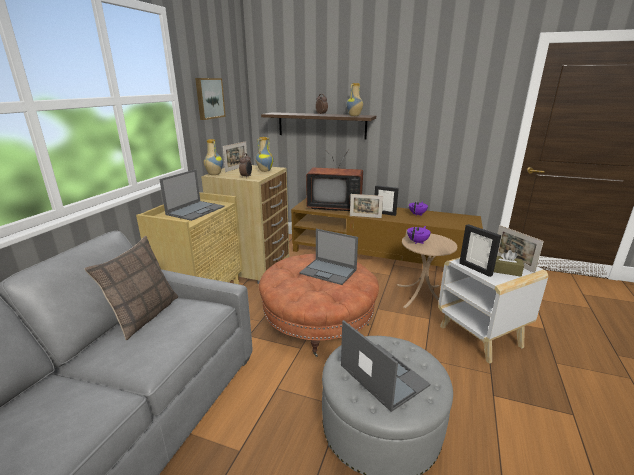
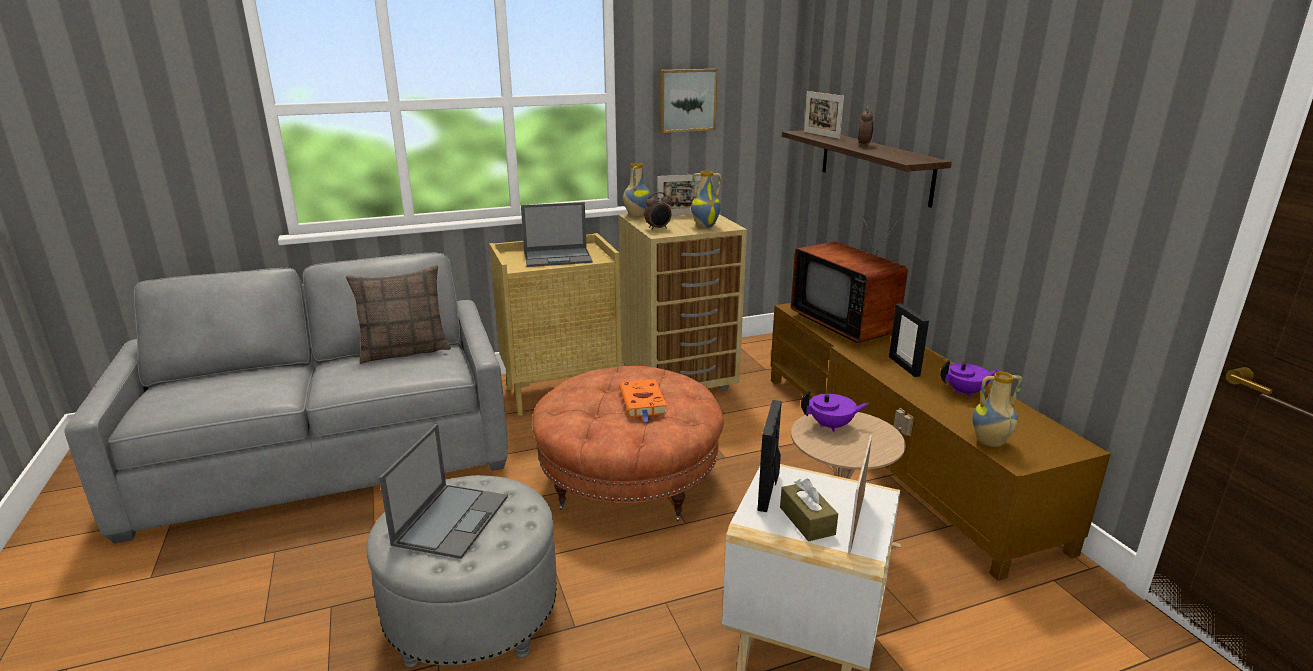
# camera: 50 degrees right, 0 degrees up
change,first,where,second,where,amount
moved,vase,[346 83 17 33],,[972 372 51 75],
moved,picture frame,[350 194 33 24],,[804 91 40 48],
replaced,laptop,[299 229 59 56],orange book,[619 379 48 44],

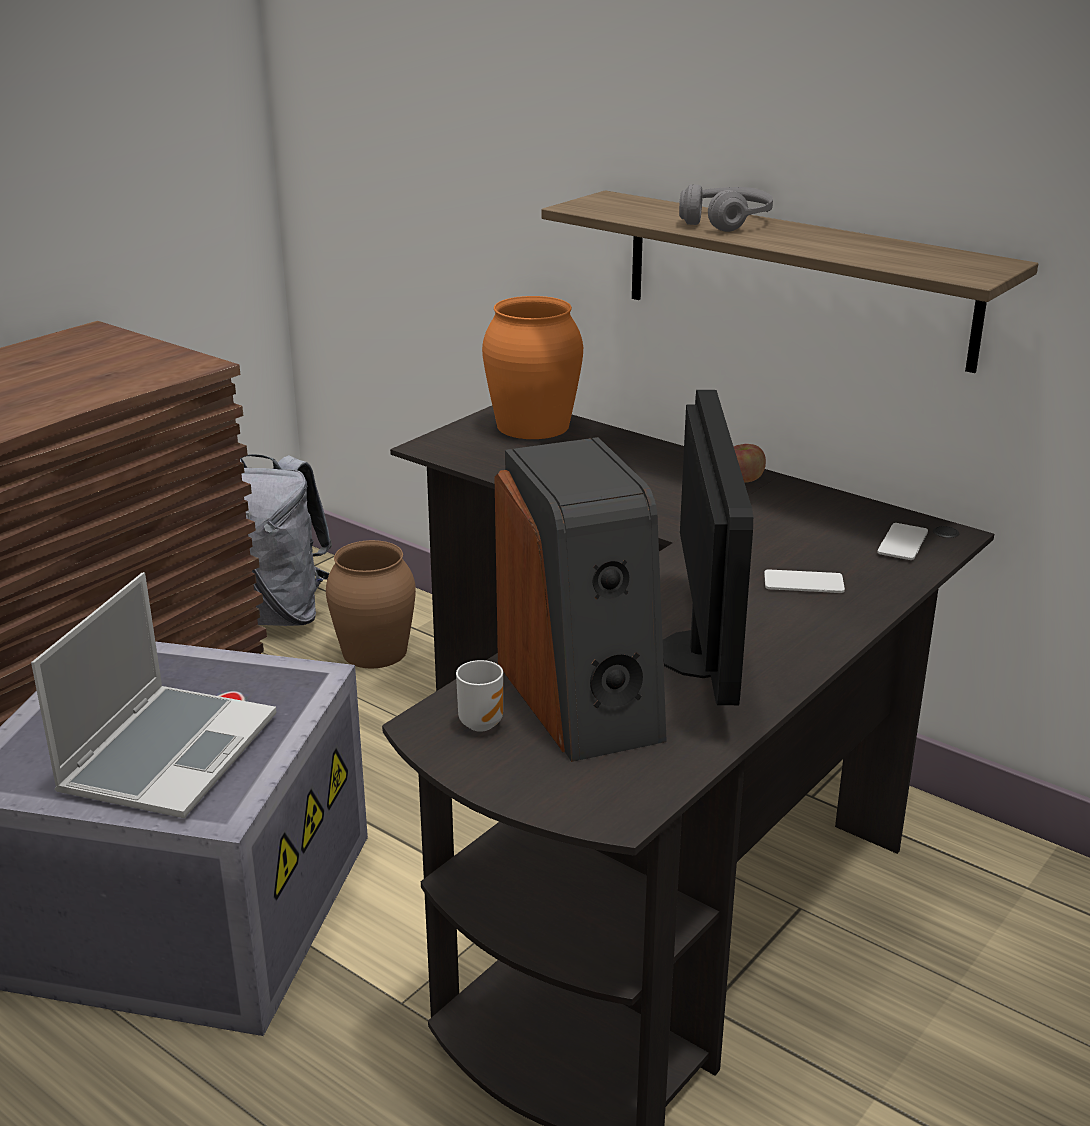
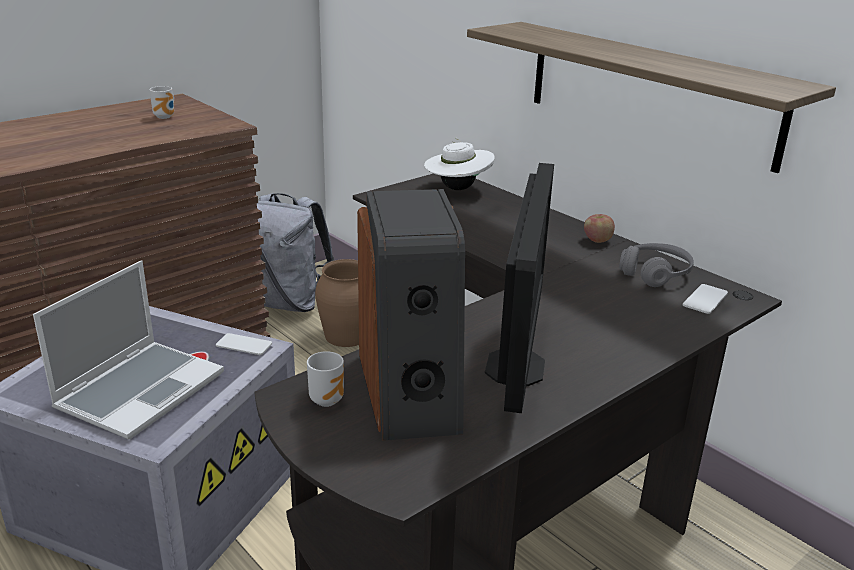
# camera: 10 degrees right, 0 degrees up
change,first,where,second,where,amount
moved,grey headphones,[679 184 94 48],,[619 243 75 44],
replaced,orange vase,[482 296 101 143],white hat,[424 137 71 53],
moved,phone,[764 569 81 24],,[216 333 56 22],
added,,,mug,[149 86 25 33],

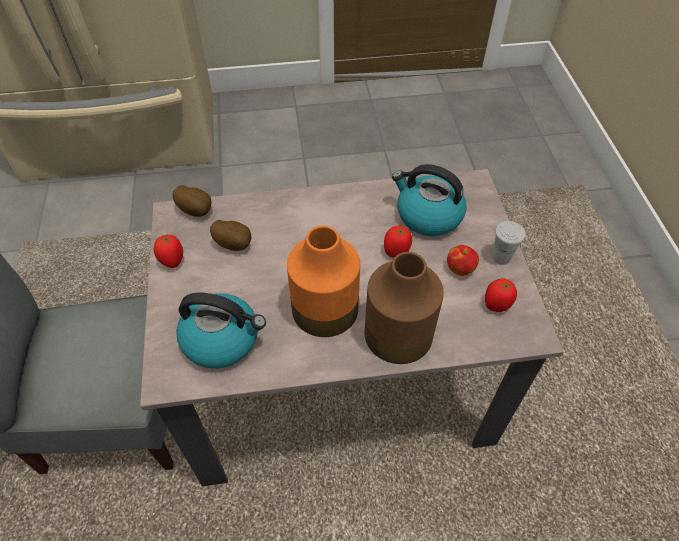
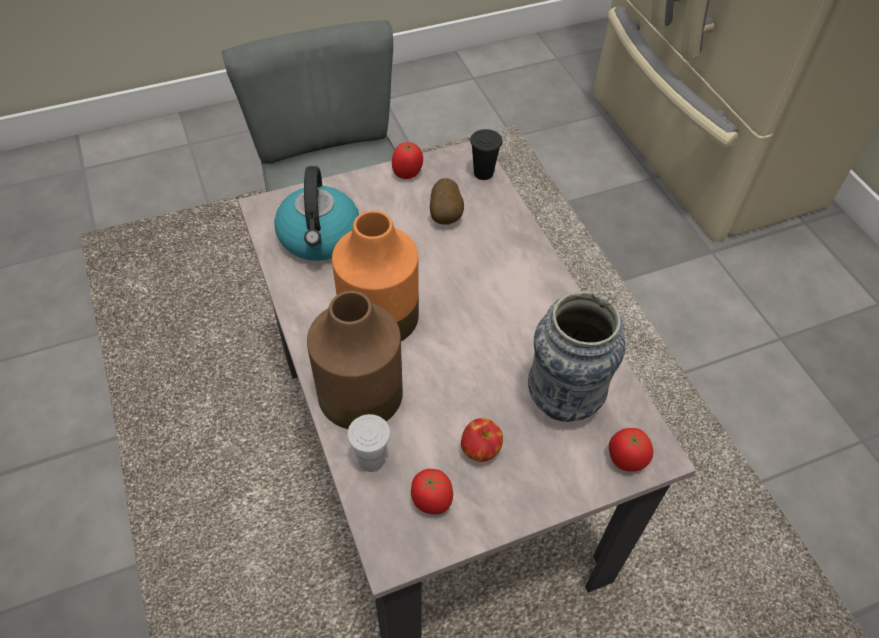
# camera: 75 degrees right, 0 degrees up
change,first,where,second,where,amount
replaced,kettle,[392 164 75 72],vase,[528 291 97 131],
replaced,potato,[173 185 39 32],black cup,[470 129 32 51],
moved,white cup,[493 221 32 44],,[347 414 43 58],
moved,tomato,[384 226 28 31],,[609 428 44 44],

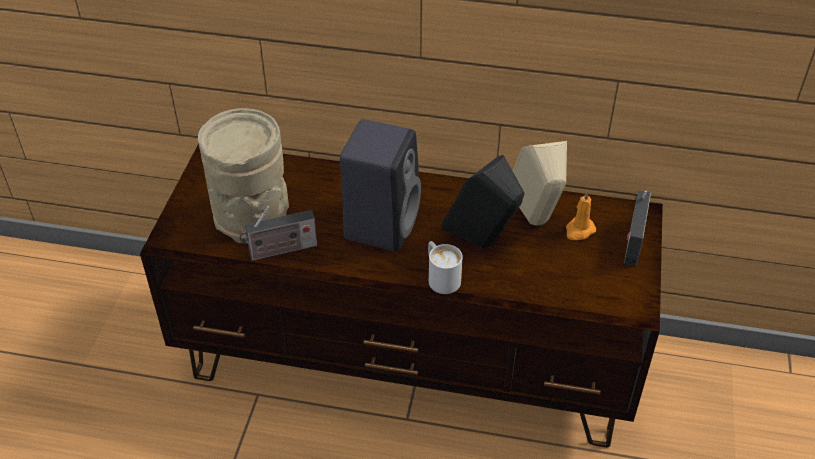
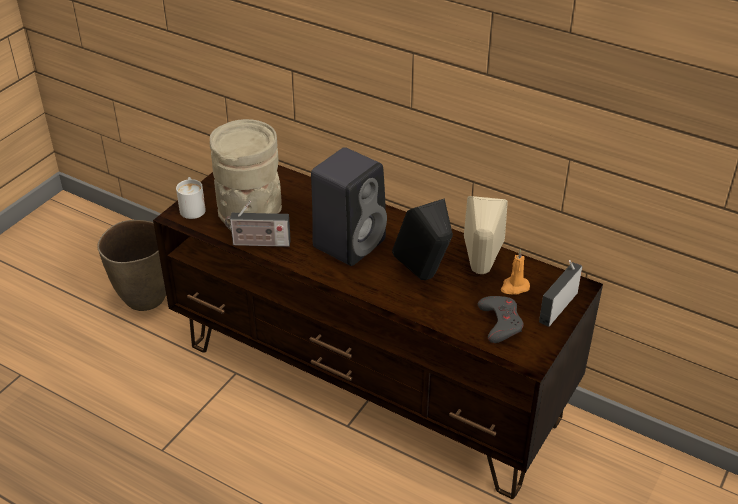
# camera: 20 degrees right, 5 degrees down
change,first,where,second,where,amount
moved,white mug,[428 241 35 53],,[176 177 30 42],
added,,,brown vase,[97 220 69 91],
added,,,grey game controller,[478 296 46 47],

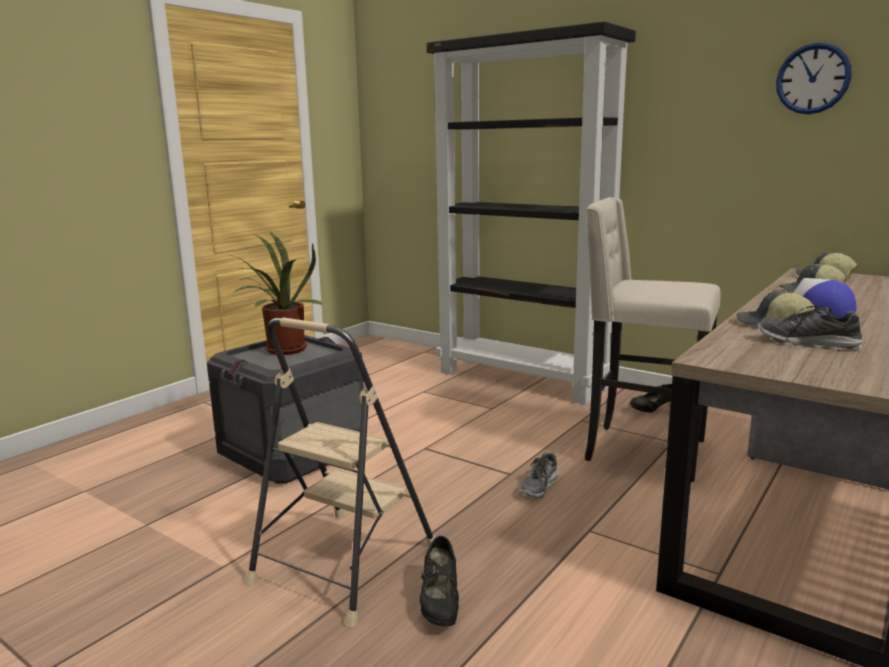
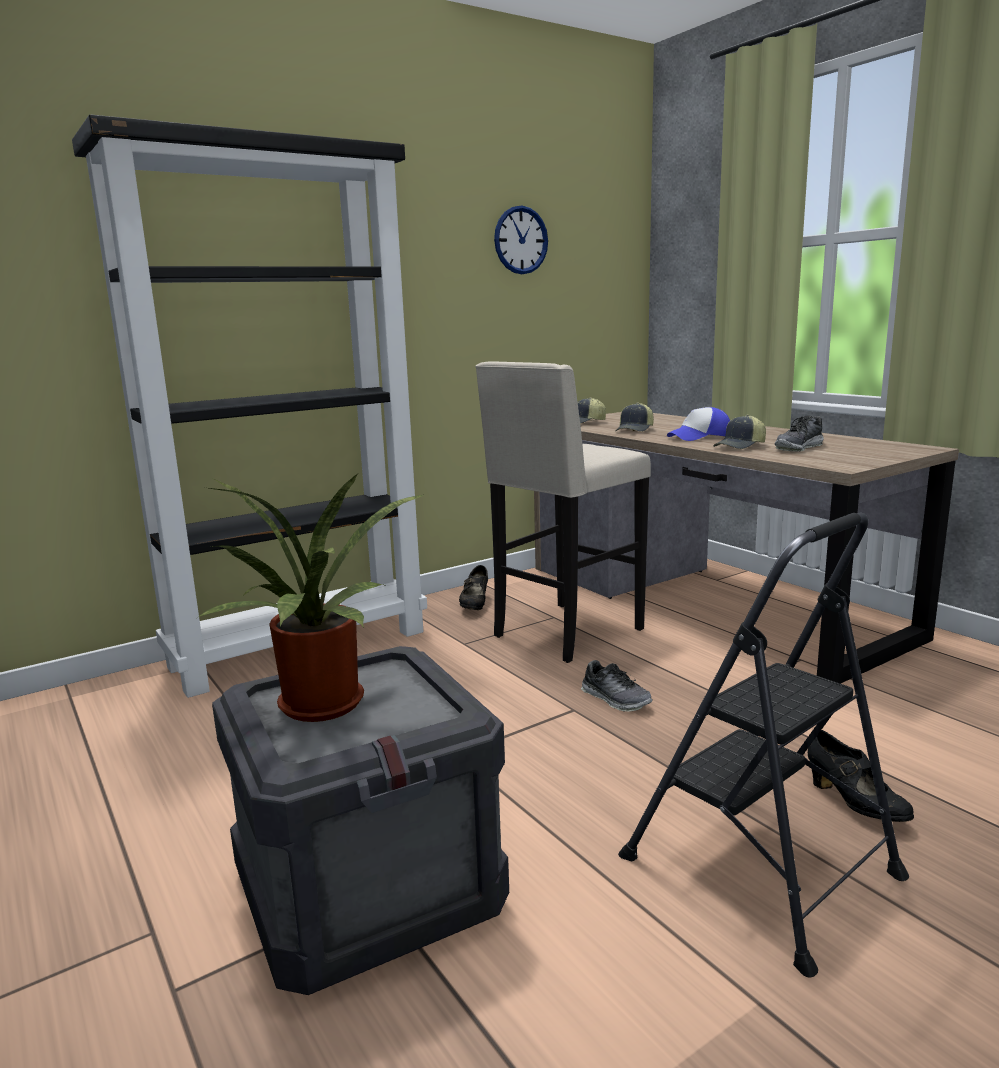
# camera: 70 degrees left, 0 degrees up
change,first,where,second,where,amount
recoloured,beige step ladder,[243 317 193 310],black step ladder,[618 513 291 464],
turned,black shoe,[420 536 39 91],,[808 730 106 92],45 degrees clockwise

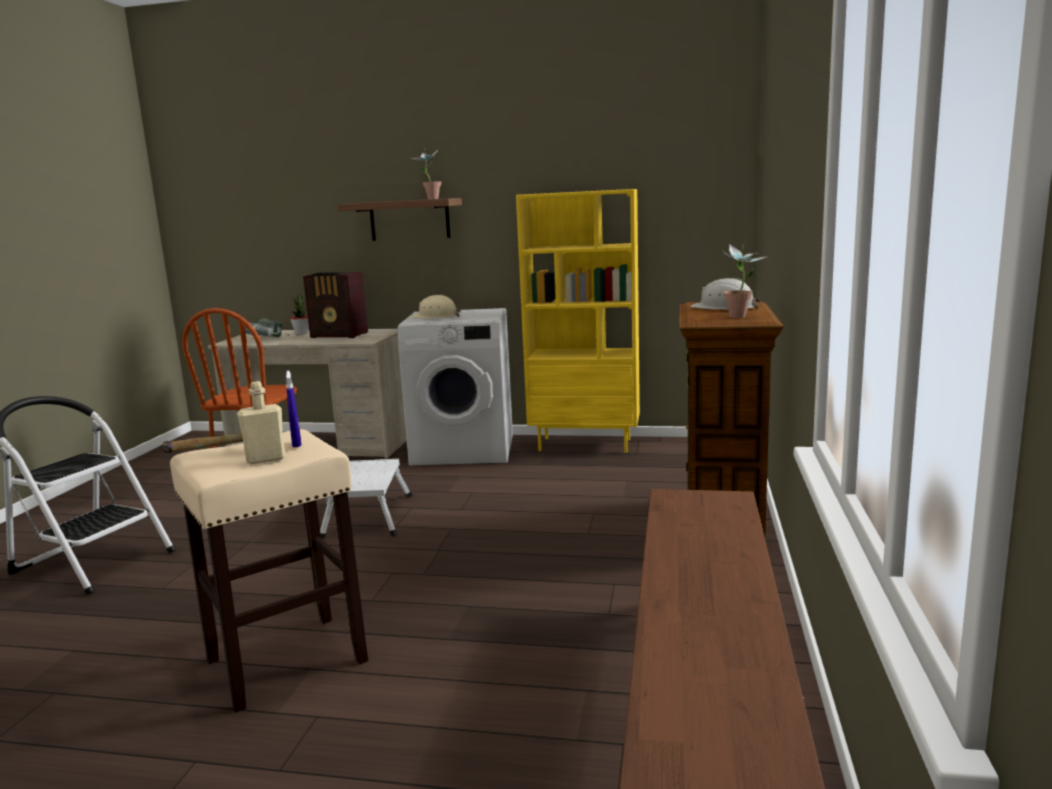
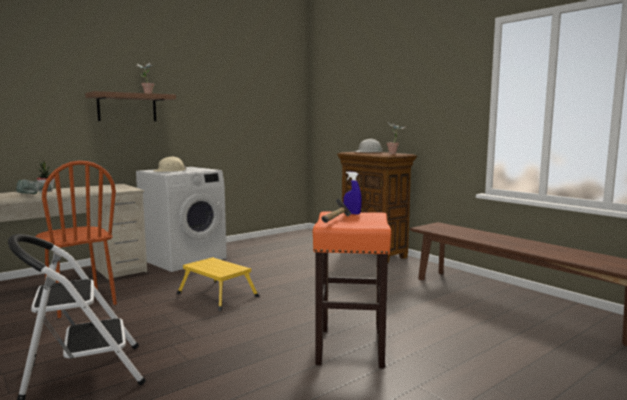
# camera: 50 degrees left, 5 degrees down
change,first,where,second,where,amount
removed,yellow bookcase,[516 189 124 264],,,
removed,radio,[303 272 65 66],,,
removed,beige bottle,[237 381 48 83],,,
recoloured,beige stool,[170 429 198 283],orange stool,[313 211 78 157],
recoloured,white step ladder,[320 459 93 80],yellow step ladder,[176 257 84 54],

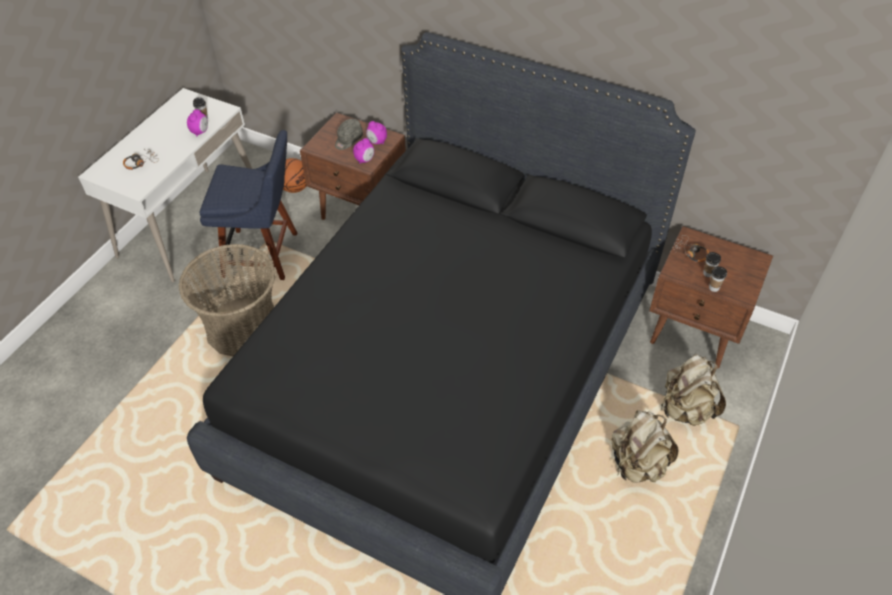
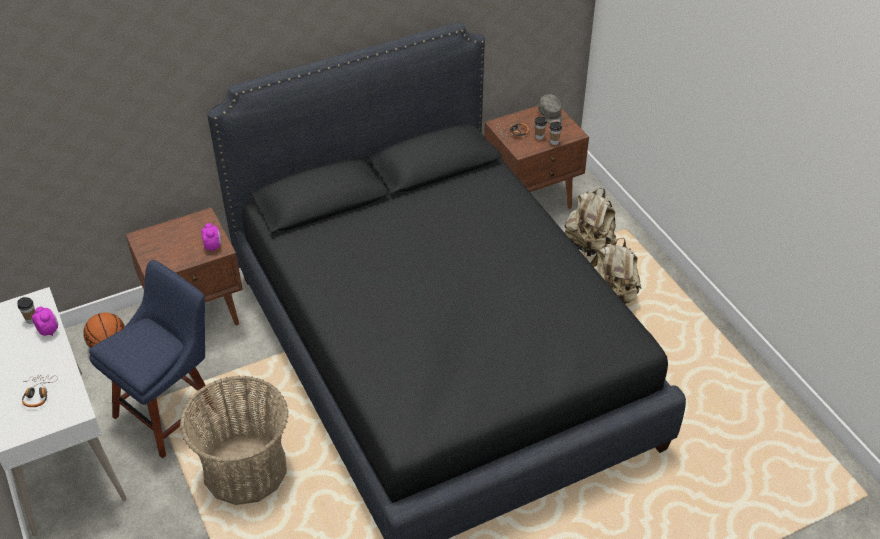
# camera: 55 degrees left, 5 degrees down
change,first,where,second,where,amount
moved,grey cap,[335 119 28 31],,[538 94 24 30],
removed,alarm clock,[366 121 21 23],,,

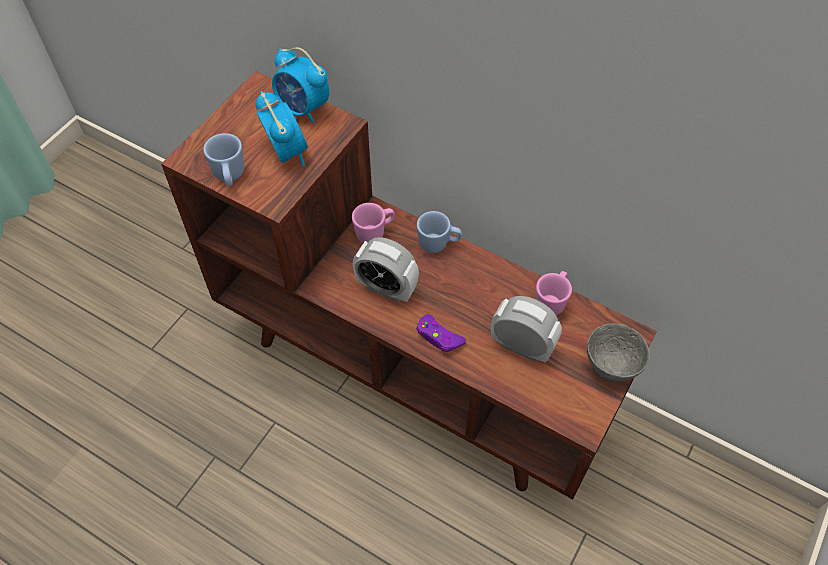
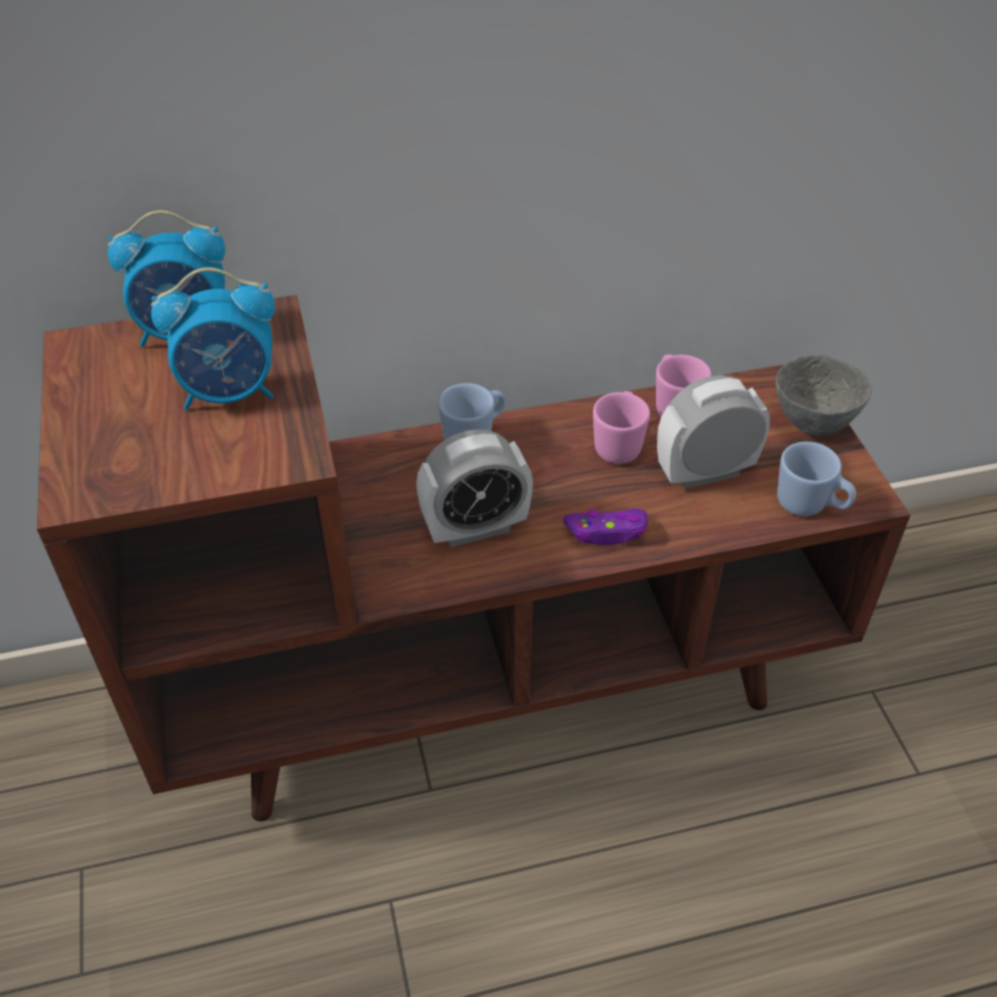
# camera: 45 degrees left, 10 degrees down
change,first,where,second,where,amount
turned,alarm clock,[256 91 52 75],,[151 267 124 143],150 degrees clockwise
moved,blue mug,[203 133 41 53],,[777 442 79 74],
moved,pink mug,[352 203 43 40],,[593 391 57 73],

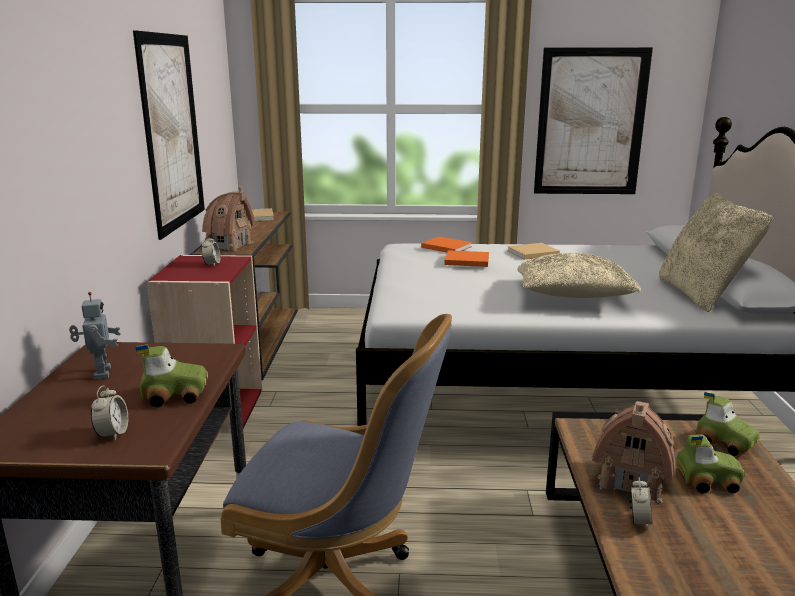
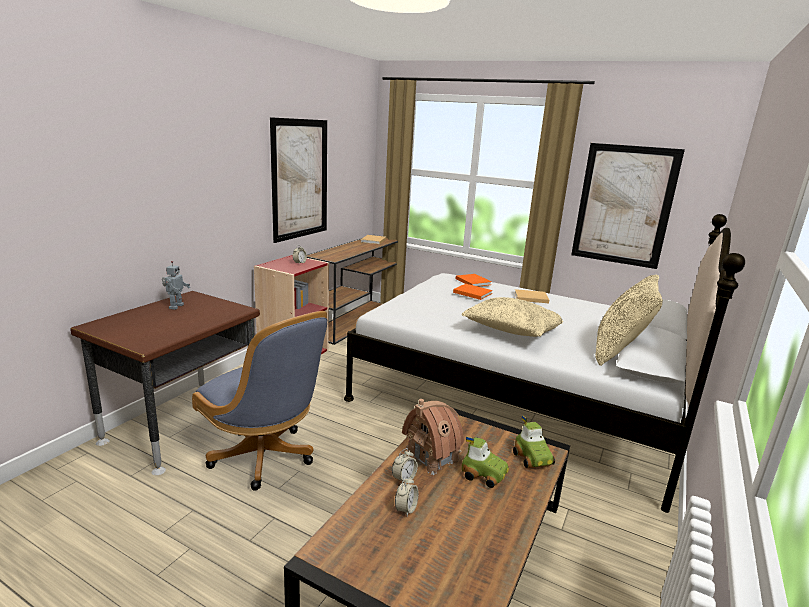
# camera: 25 degrees right, 0 degrees up
change,first,where,second,where,amount
removed,toy house,[202 186 53 65],,,
removed,toy car,[135 344 73 63],,,
moved,alarm clock,[91 385 37 56],,[395 476 23 40],

